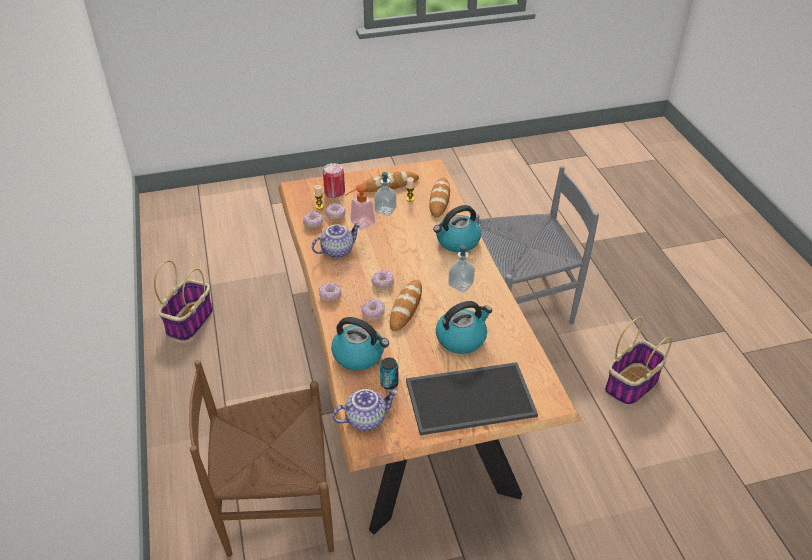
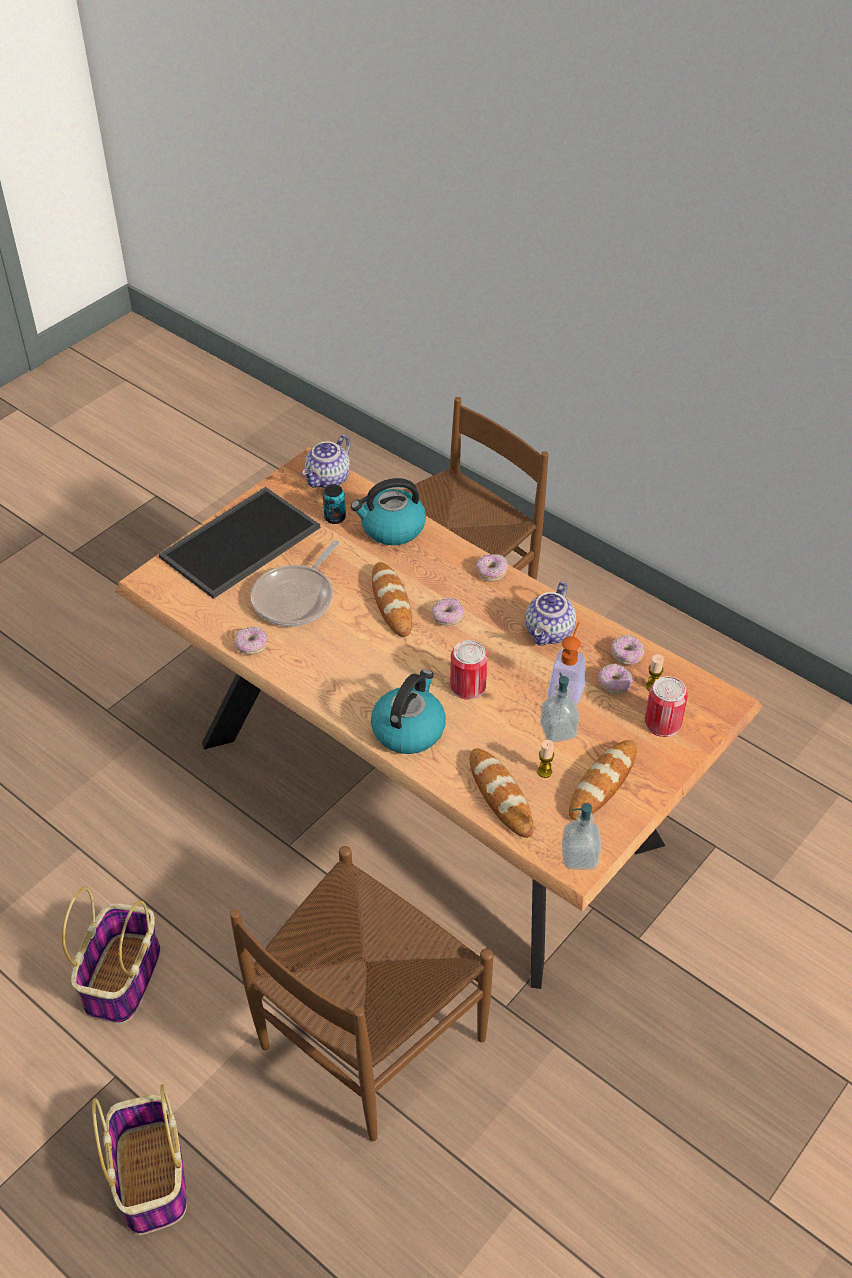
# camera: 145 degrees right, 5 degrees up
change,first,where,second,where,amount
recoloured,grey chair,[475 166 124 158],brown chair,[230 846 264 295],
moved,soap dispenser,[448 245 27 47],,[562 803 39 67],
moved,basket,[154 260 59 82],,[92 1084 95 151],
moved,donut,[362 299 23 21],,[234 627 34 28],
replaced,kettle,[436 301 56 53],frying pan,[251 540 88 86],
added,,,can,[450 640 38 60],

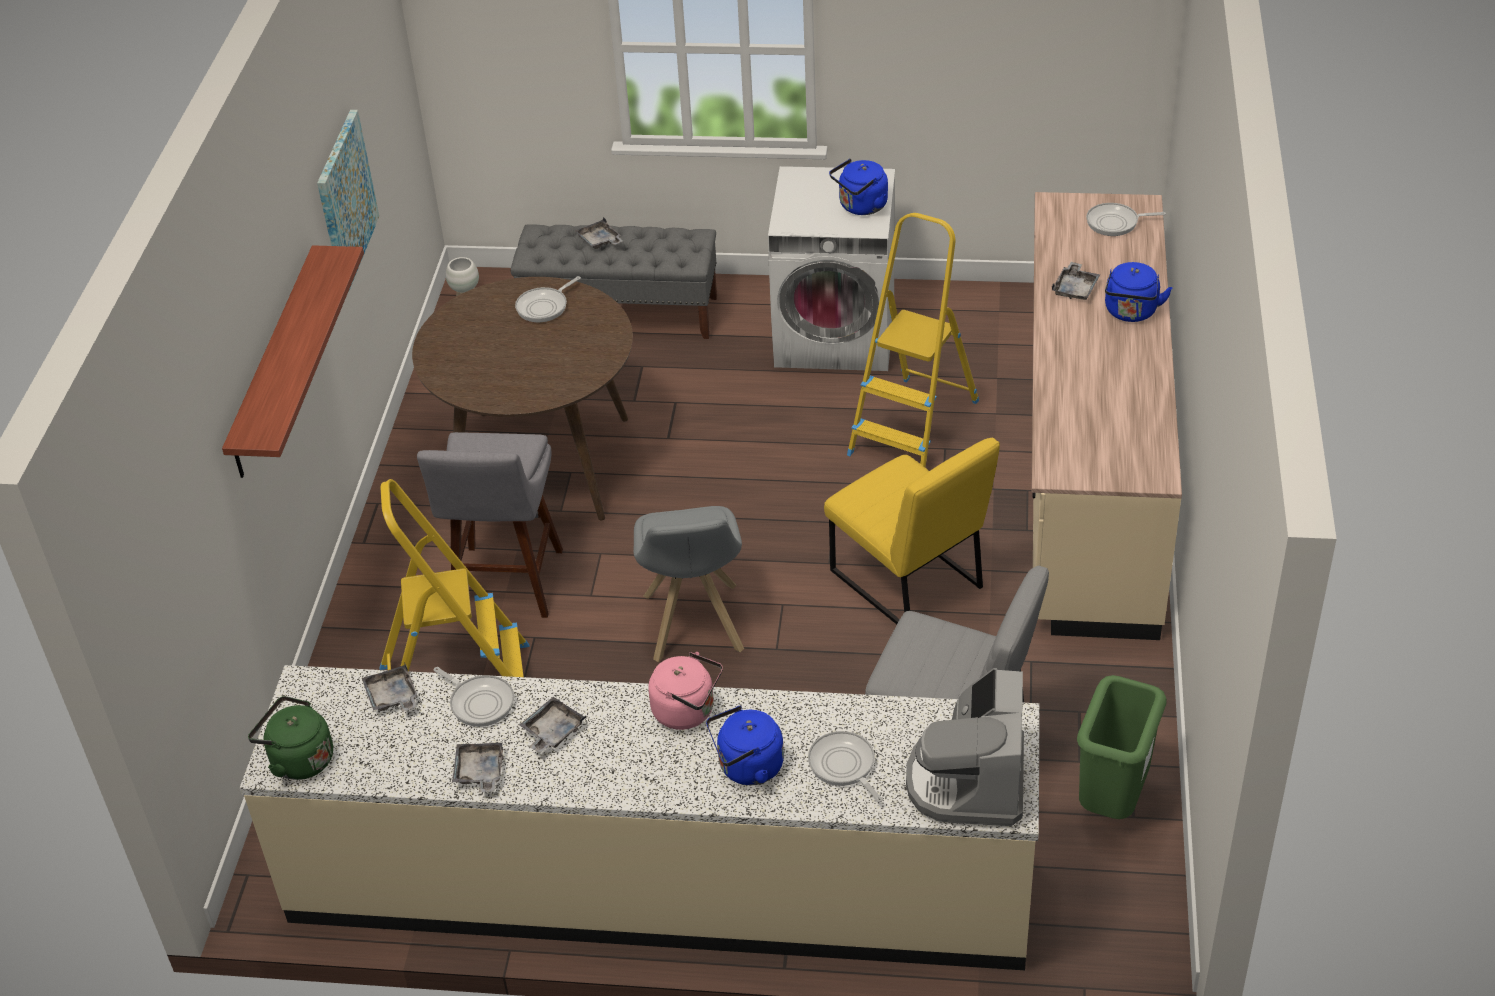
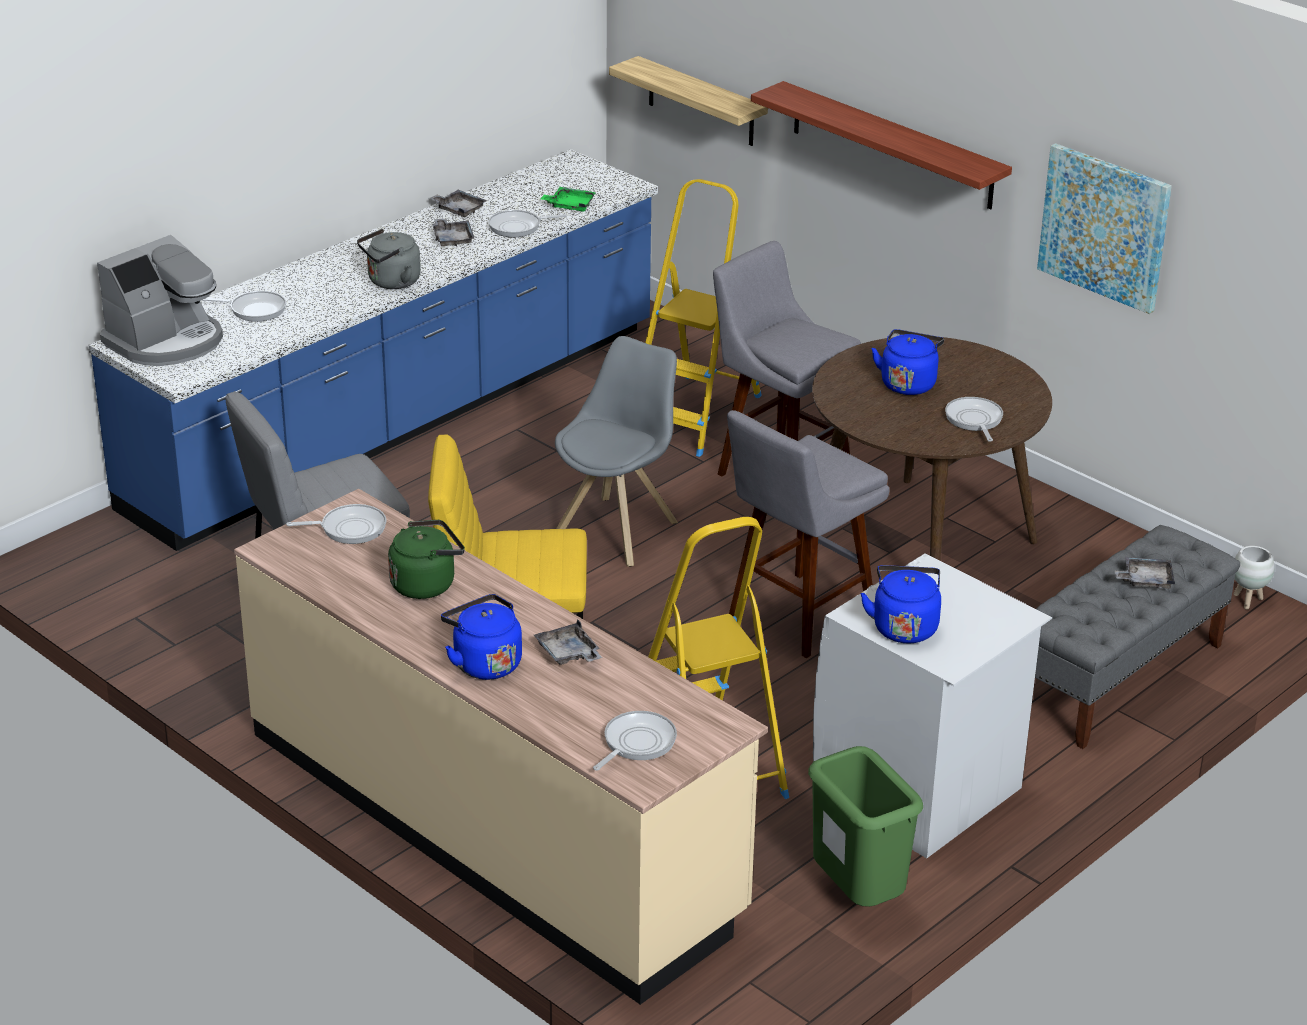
# camera: 125 degrees right, 10 degrees down
change,first,where,second,where,amount
turned,grey chair,[633 506 111 156],,[555 336 123 231],90 degrees clockwise
recoloured,pink kettle,[648 652 75 78],grey kettle,[357 229 64 60],
recoloured,grey tray,[362 663 56 49],green tray,[541 187 55 25],
recoloured,beige counter,[240 665 800 305],blue counter,[89 149 569 402],
turned,coffee machine,[906 668 118 158],,[97 235 126 131],90 degrees clockwise
moved,green trash can,[1077 675 90 144],,[808 746 115 161],
moved,green kettle,[248 696 85 84],,[388 520 77 79],
moved,blue kettle,[706 706 78 79],,[871 329 73 66],
added,,,shelf,[609 56 159 90],
added,,,grey stool,[727 410 163 248],
added,,,frying pan,[286 504 100 40],

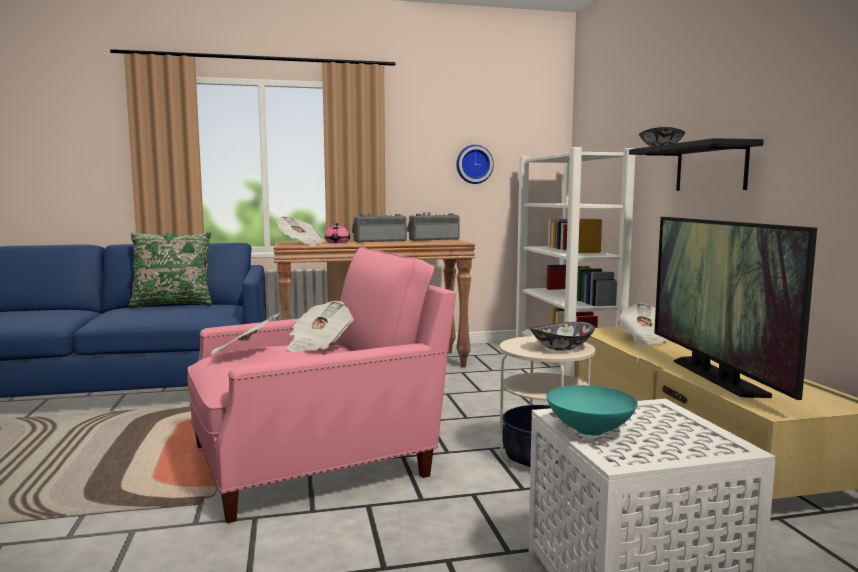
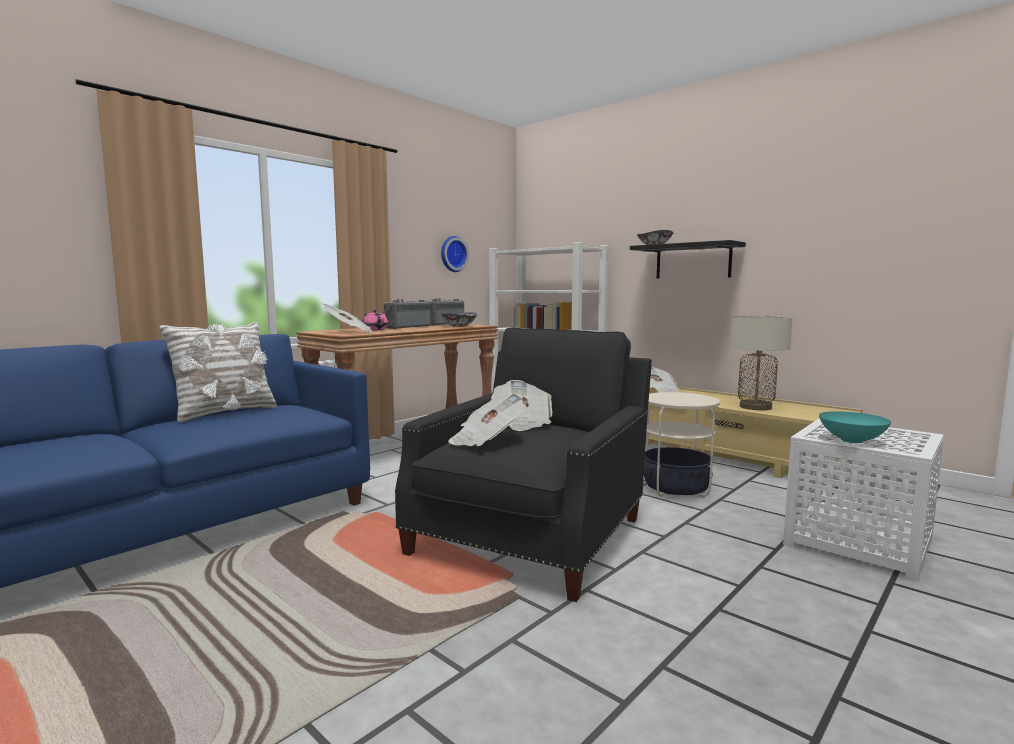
# camera: 35 degrees left, 0 degrees up
change,first,where,second,where,amount
replaced,television,[654 217 163 183],table lamp,[730 316 62 94],
recoloured,green pillow,[129 232 83 77],white pillow,[159 322 118 101],
recoloured,pink armchair,[187 247 269 276],black armchair,[395 327 257 275],
moved,bowl,[530 322 65 29],,[441 312 36 15],

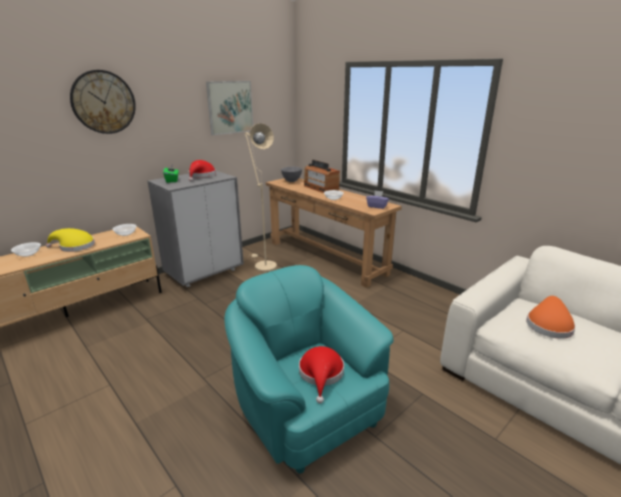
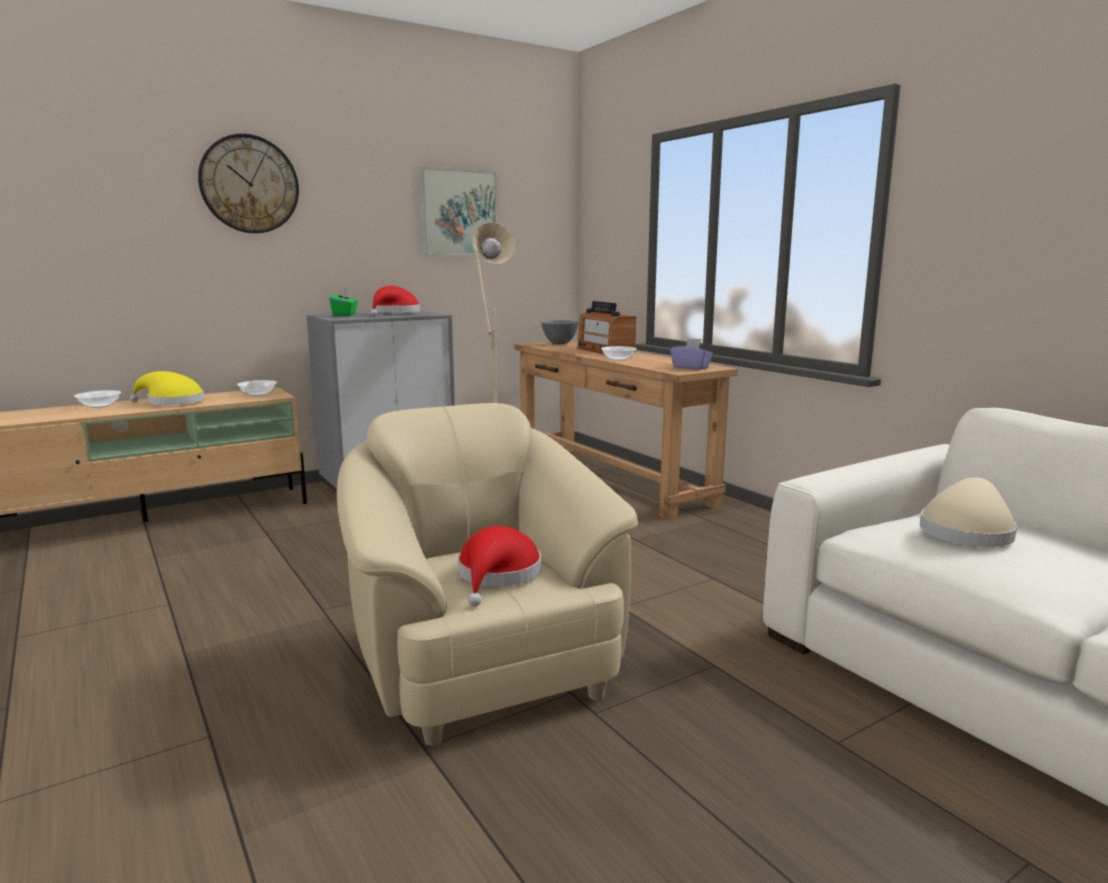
# camera: 10 degrees right, 10 degrees down
change,first,where,second,where,amount
recoloured,turquoise armchair,[225 265 169 208],beige armchair,[337 403 301 343],
recoloured,orange hat,[526 296 50 43],beige hat,[920 477 97 70],

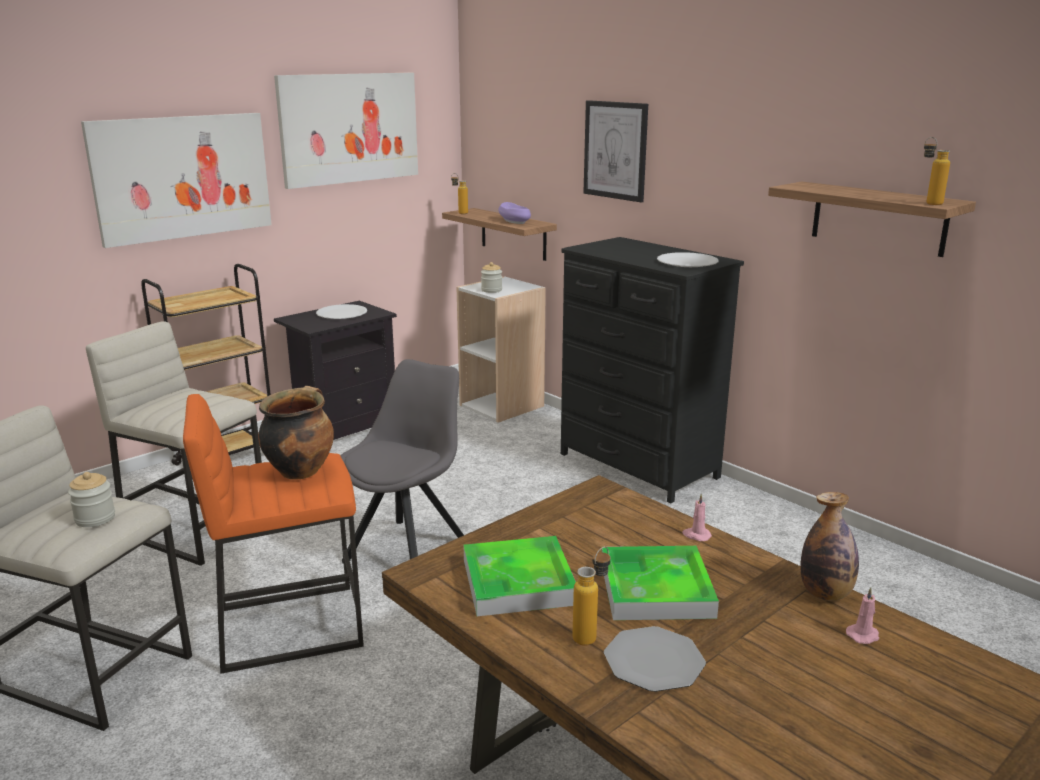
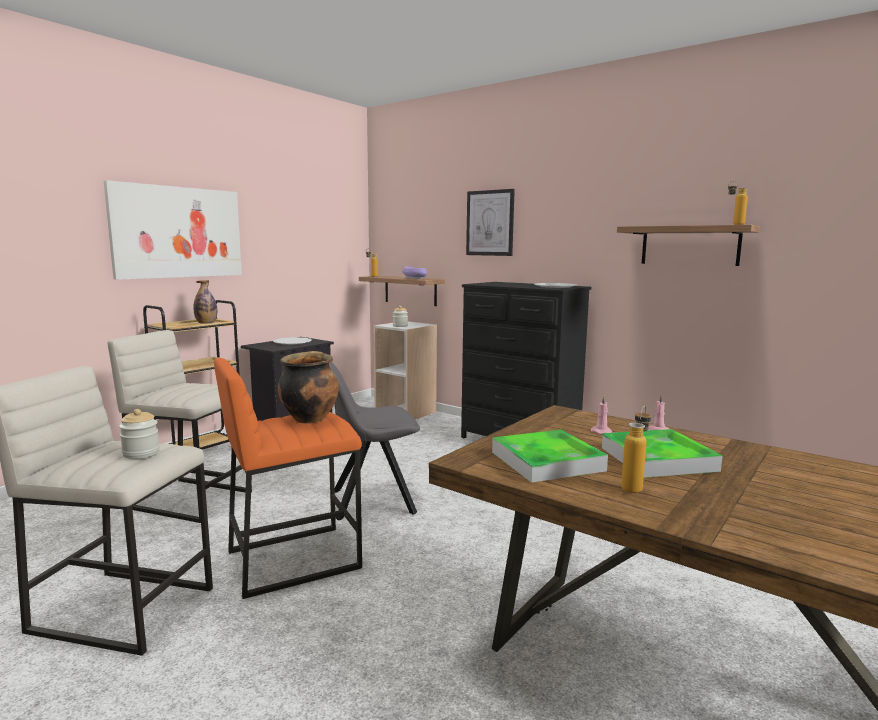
# camera: 10 degrees left, 10 degrees down
change,first,where,second,where,amount
removed,picture,[274 73 144 116],,,
turned,grey chair,[341 359 123 204],,[329 362 91 158],120 degrees counterclockwise
moved,bottle,[800 492 59 109],,[194 280 23 44],
moved,pink candle,[846 588 33 56],,[591 396 21 38],
removed,plate,[604 626 102 66],,,

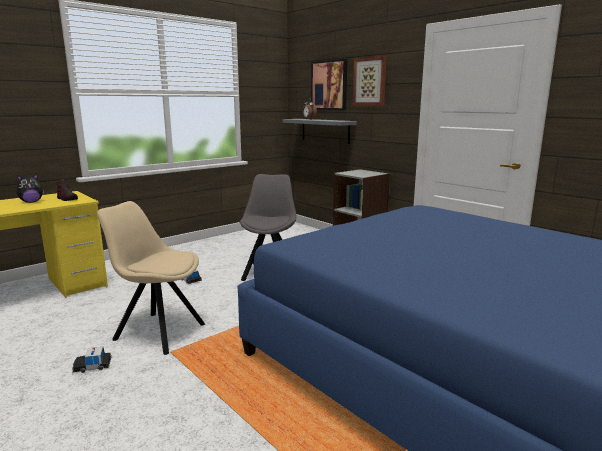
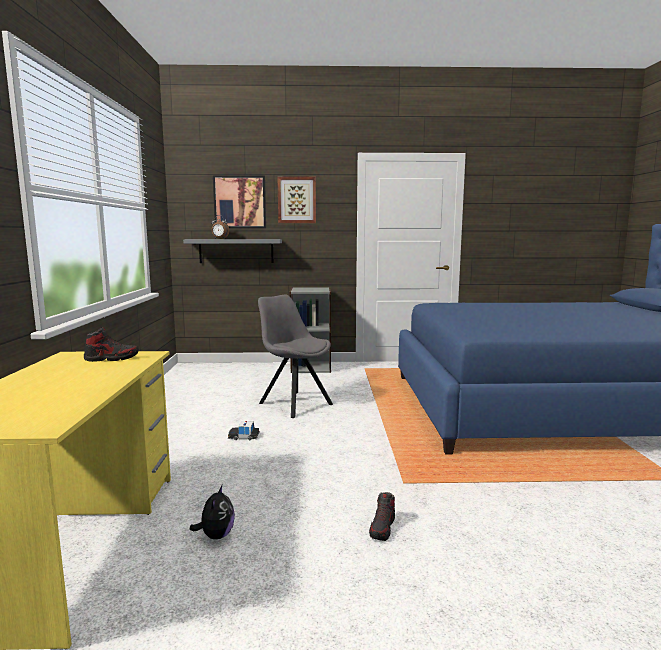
# camera: 50 degrees left, 5 degrees down
change,first,where,second,where,amount
moved,plush toy,[17 174 27 29],,[189 485 46 54],
removed,beige chair,[97 201 108 154],,,
replaced,toy car,[72 347 40 26],shoe,[369 492 26 49],

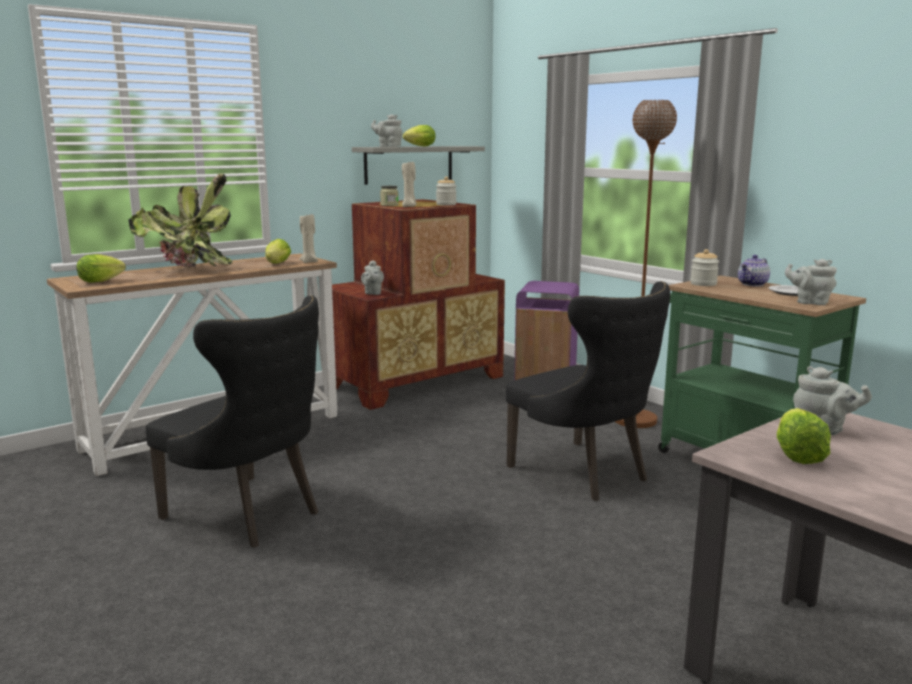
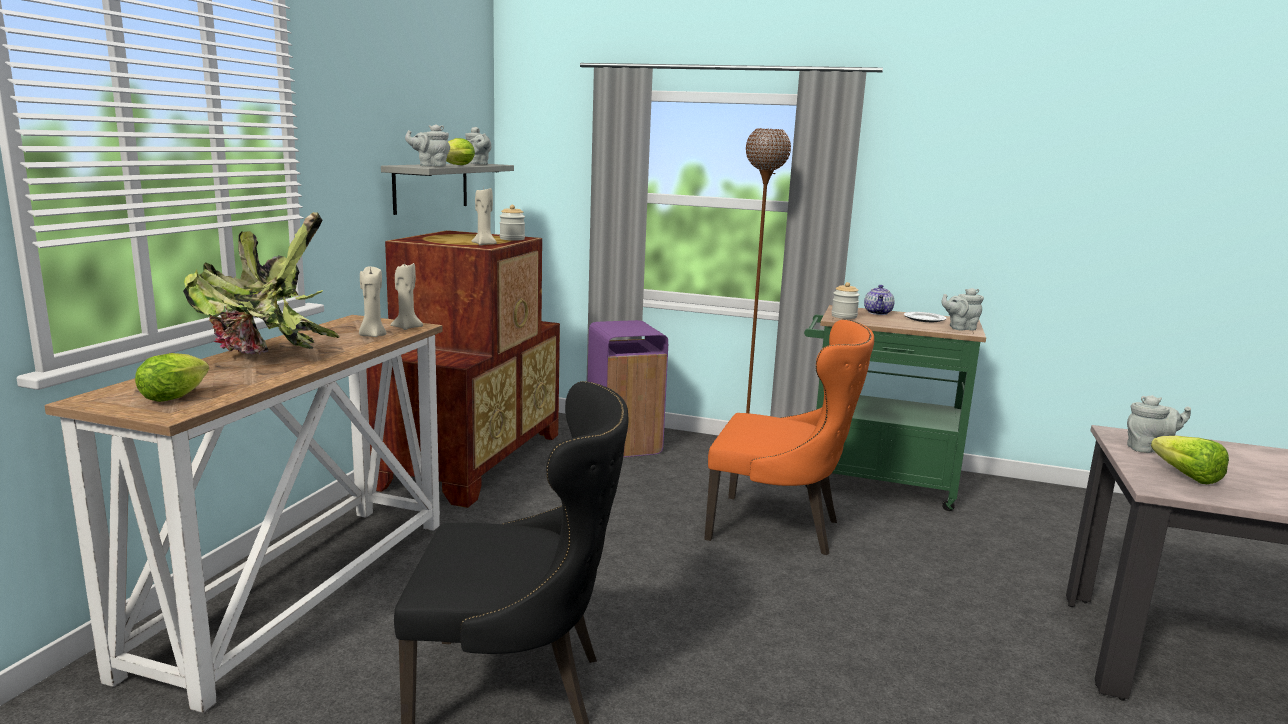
# camera: 35 degrees left, 0 degrees up
change,first,where,second,where,amount
removed,jar,[380 186 19 20],,,
replaced,lettuce,[265 239 26 25],beige candle,[359 266 27 71],
moved,grey teapot,[361 260 23 35],,[465 127 26 38],
recoloured,black chair,[506 281 164 220],orange chair,[704 319 170 236],

